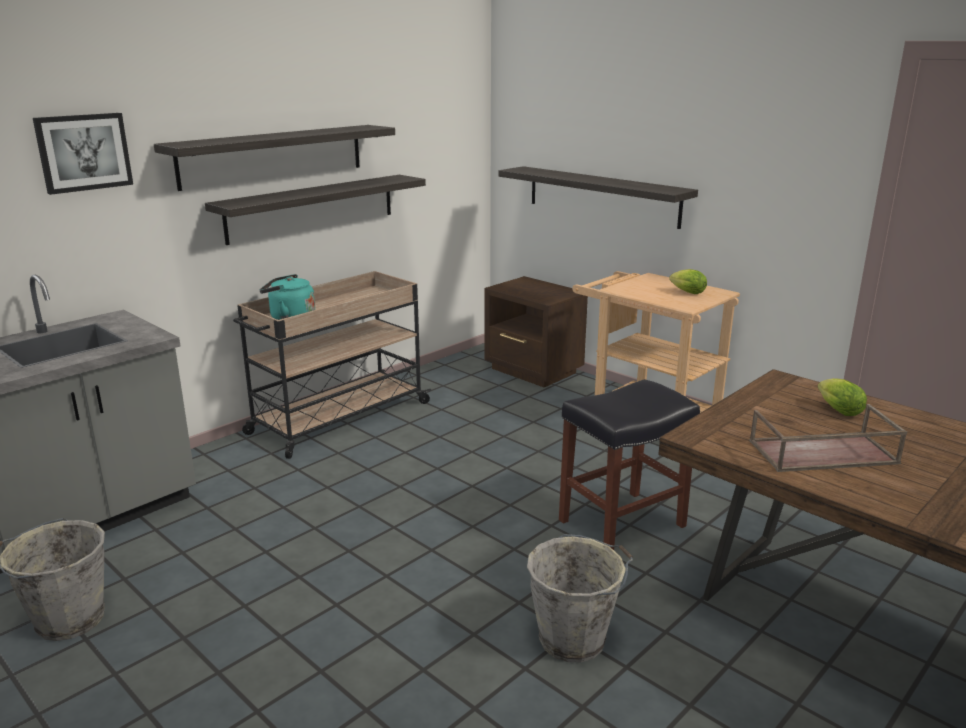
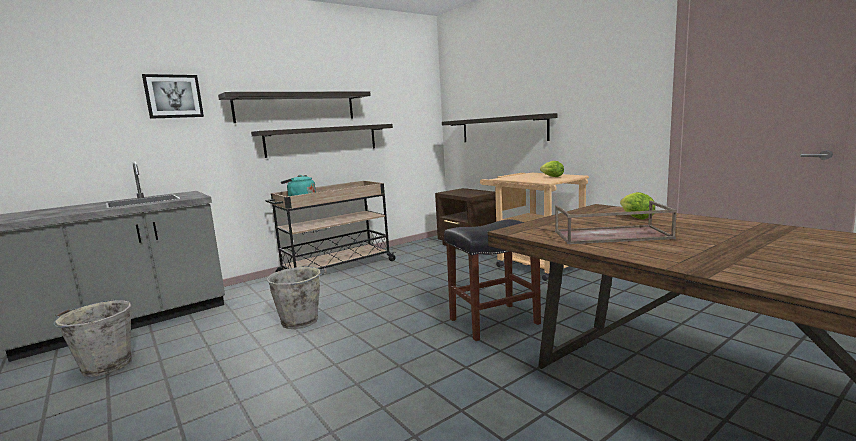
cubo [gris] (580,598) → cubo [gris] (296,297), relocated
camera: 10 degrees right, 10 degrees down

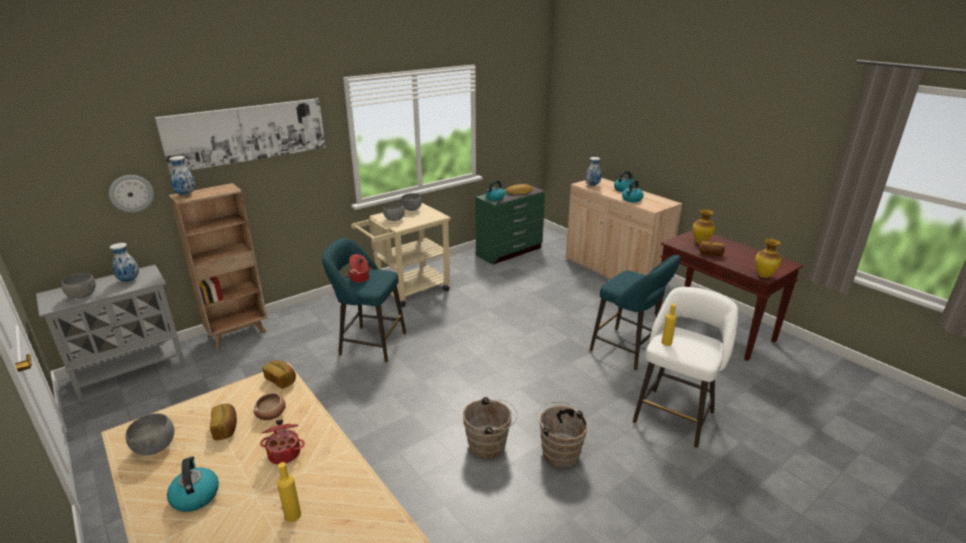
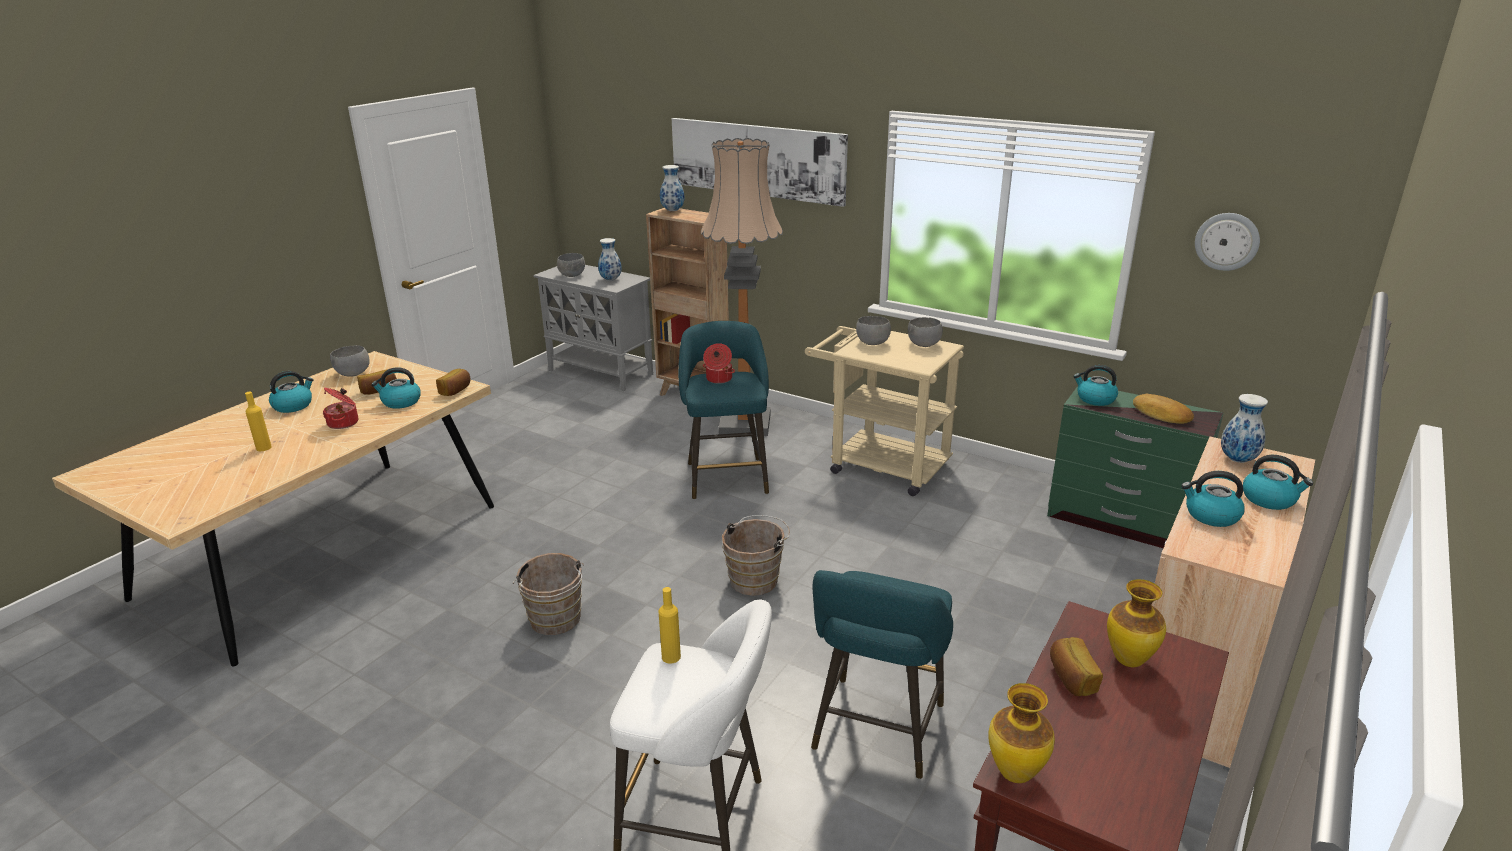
cuenco (270,406) → hervidor (396,388)
- → lámpara de pie (742,287)
cubo [marrón] (562,435) → cubo [marrón] (756,555), relocated
reloj de pared (131,194) → reloj de pared (1227,242), relocated
camera: 70 degrees right, 0 degrees up

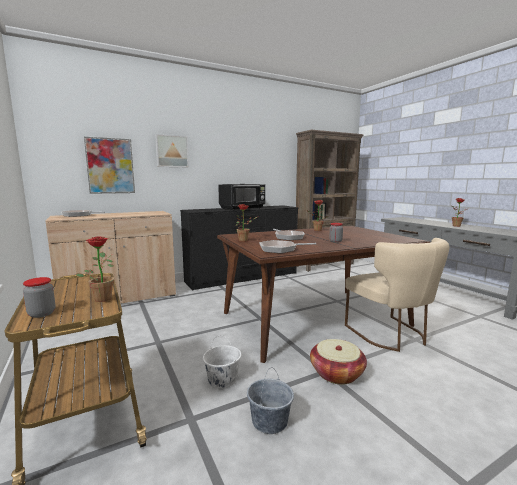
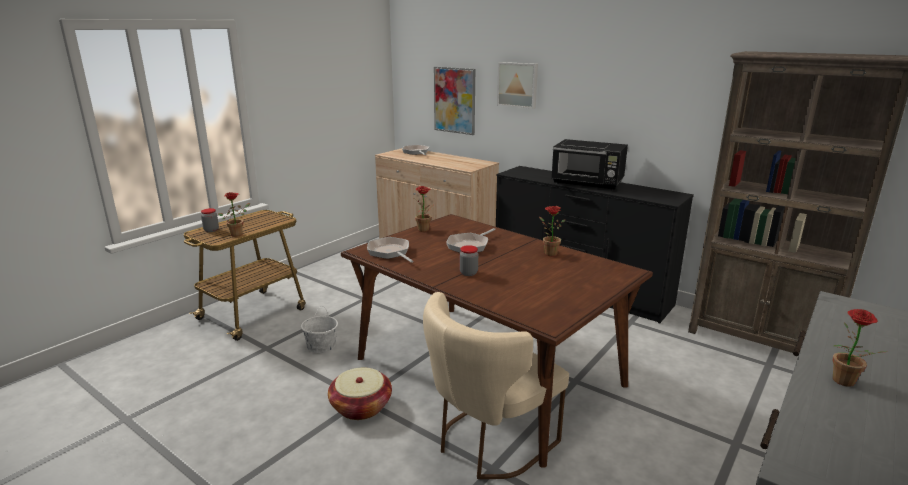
cubo [gris] (270,401) → -
camera: 65 degrees right, 10 degrees up

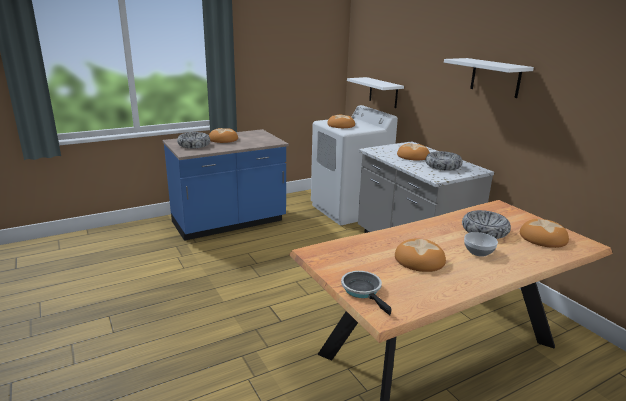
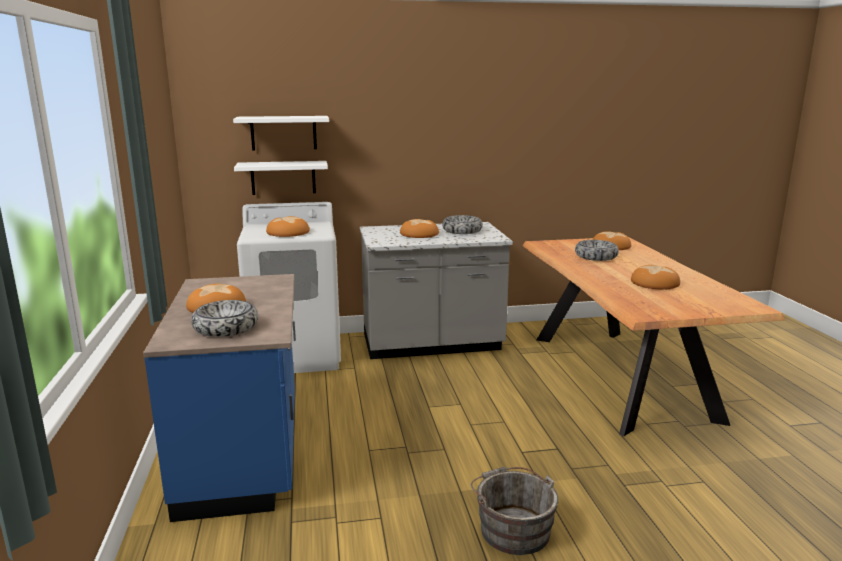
estante [blanco] (489,78) → estante [blanco] (281,133), relocated
- → cubo [gris] (514,511)
sartén (366,293) → -
cuenco (481,244) → -
camera: 70 degrees left, 5 degrees down

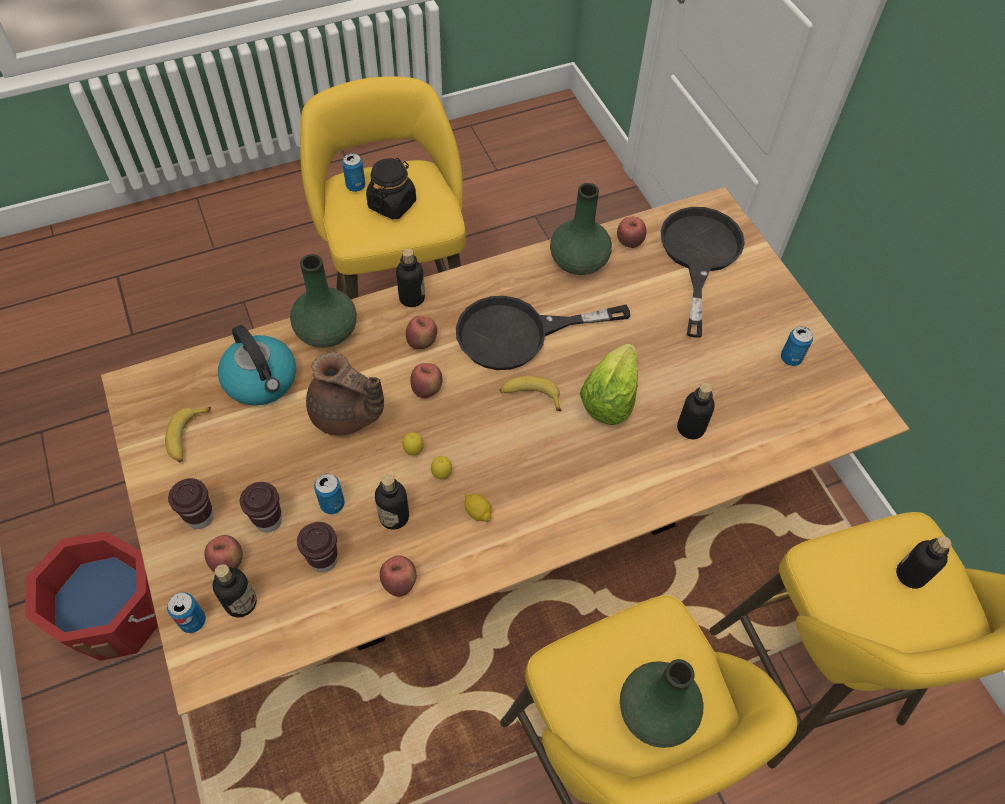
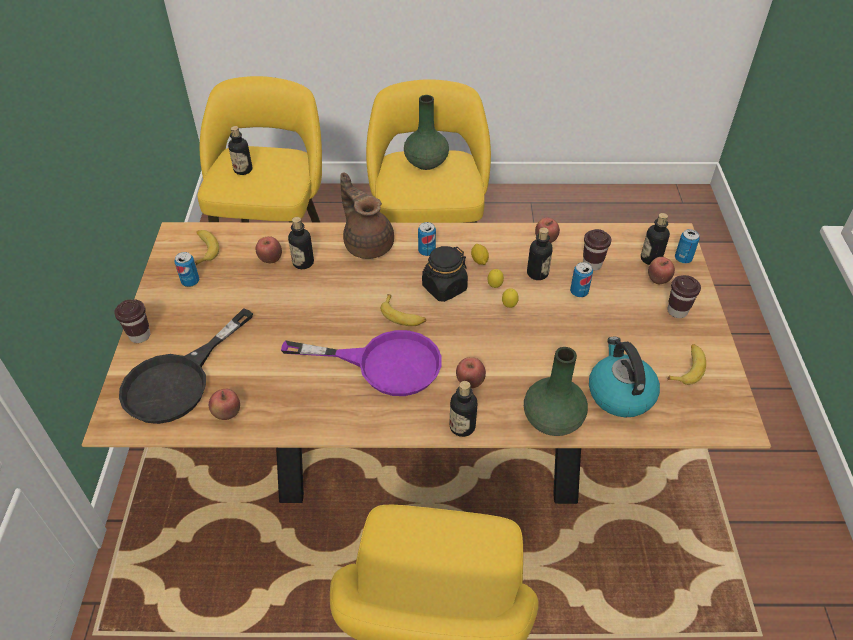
taza [marrón] (261,507) → taza [marrón] (132,321), relocated
- → plátano (207,247)
manzana (426,380) → manzana (269,249), relocated
sartén [negro] (543,333) → sartén [morado] (361,363)
tetera [marrón] (345,394) → tetera [marrón] (367,215), relocated
lata (353,172) → lata (427,239), relocated
tarro [negro] (391,188) → tarro [negro] (445,274), relocated
cubo [rojo] (91,596) → -
florero [verde] (581,229) → -
lechuga (608,384) → -
camera: 155 degrees left, 10 degrees down

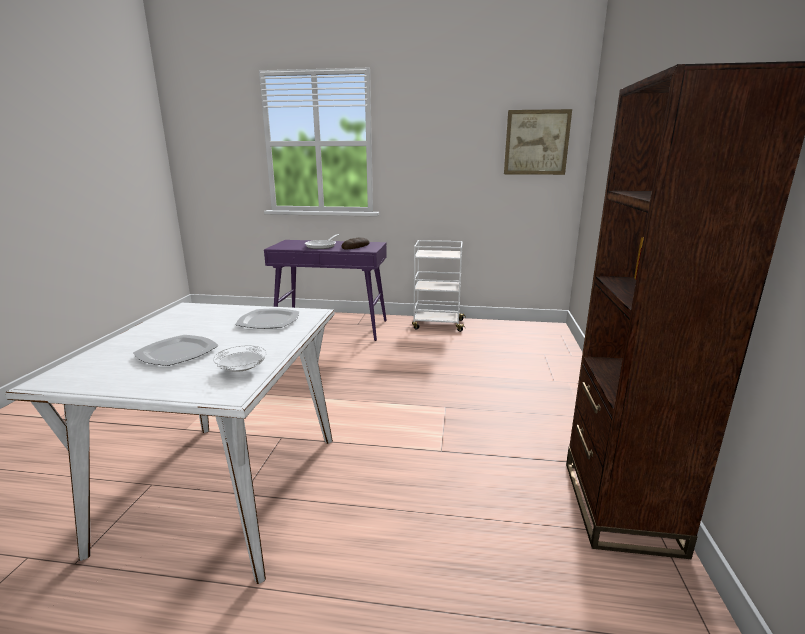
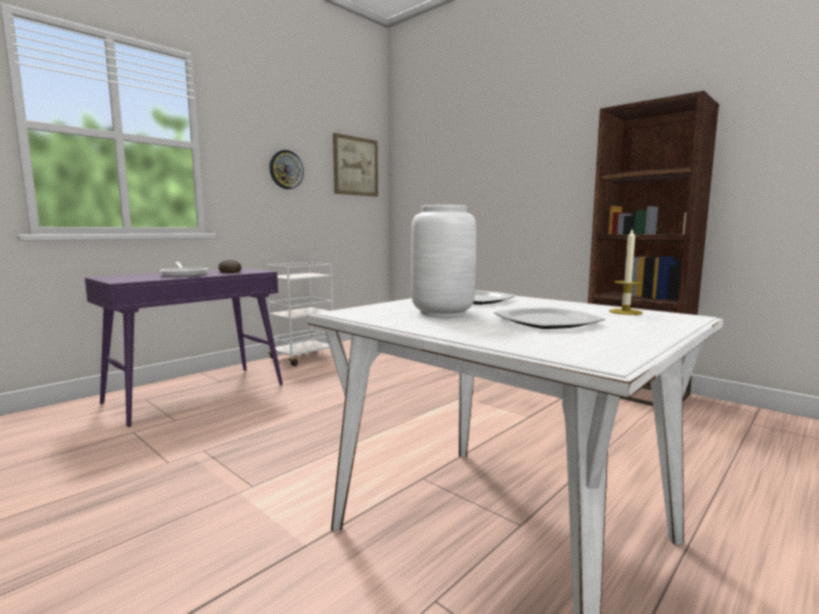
- → reloj de pared (286,169)
- → florero [blanco] (443,261)
plato [blanco] (240,358) → vela (626,272)
camera: 55 degrees left, 10 degrees down

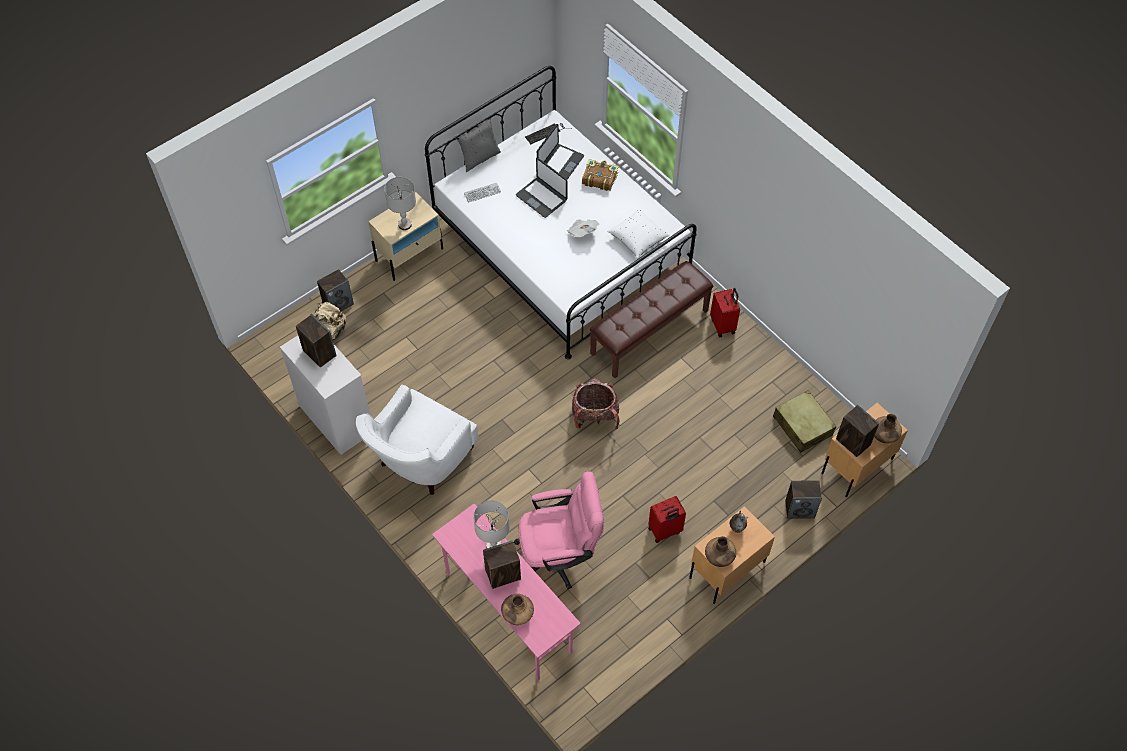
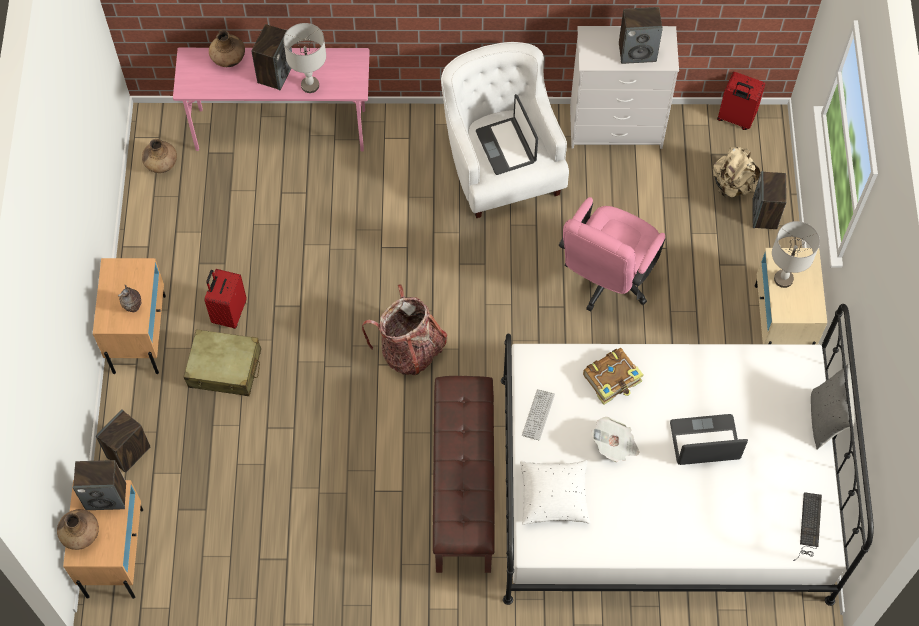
florero [marrón] (720,551) → florero [marrón] (159,156), relocated
maleta [beis] (804,421) → maleta [beis] (222,362), relocated
portátil (560,151) → portátil (507,134), relocated
teclado (482,193) → teclado (538,415), relocated
silla de oficina [rosa] (559,530) → silla de oficina [rosa] (612,254), relocated
libro (600,175) → libro (613,376), relocated
maleta [rojo] (725,312) → maleta [rojo] (741,101), relocated
camera: 130 degrees right, 5 degrees up

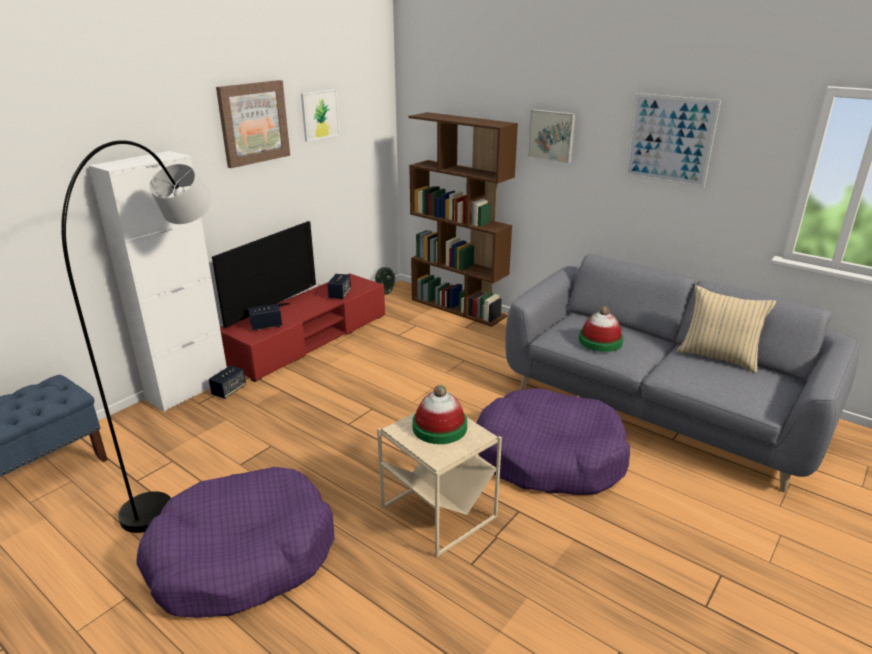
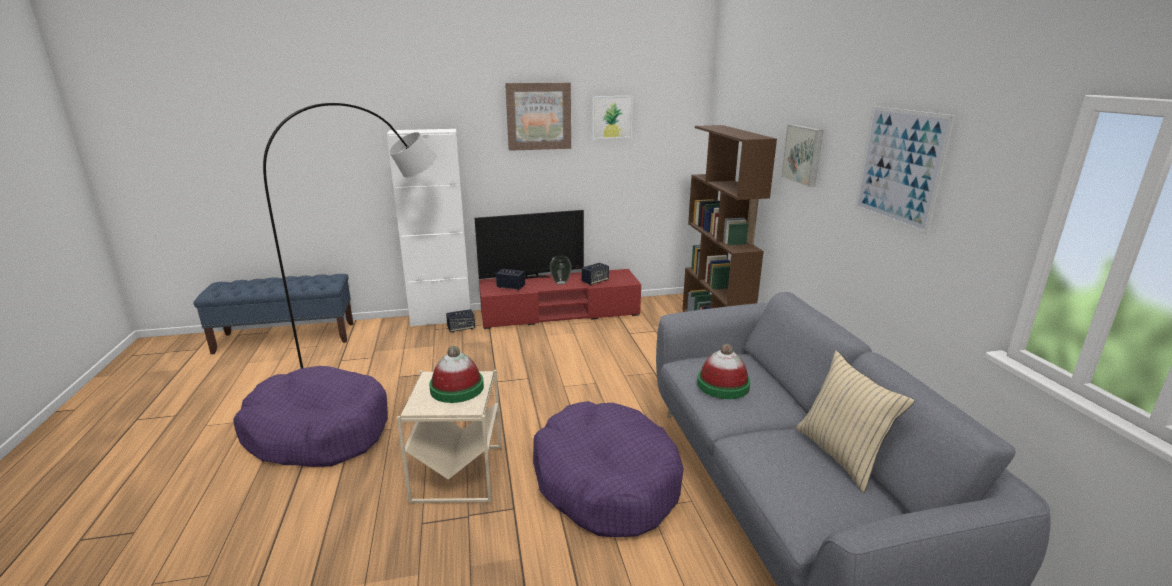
florero (385,281) → florero (561,270), relocated
camera: 40 degrees right, 5 degrees down

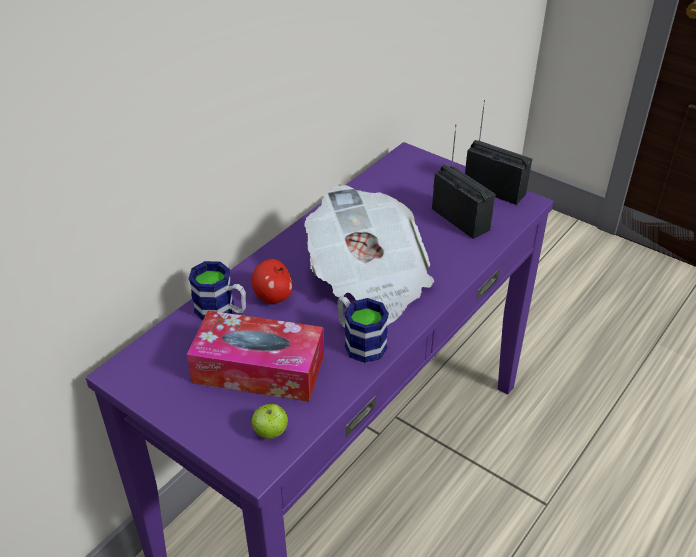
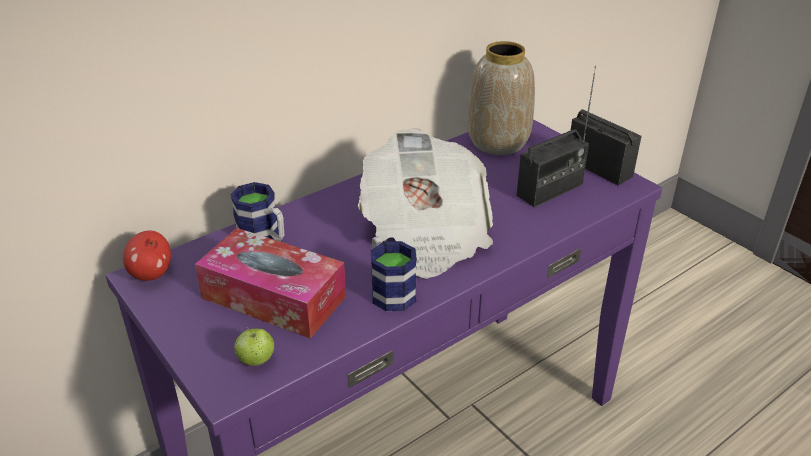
manzana (272,281) → manzana (147,256), relocated
- → florero (501,98)
radio (464,182) → radio (554,150), 75 degrees clockwise
camera: 15 degrees right, 5 degrees down

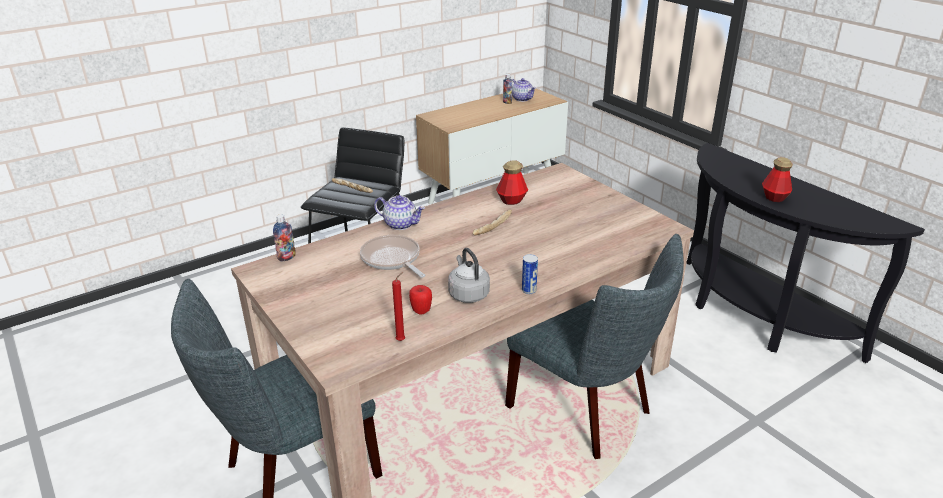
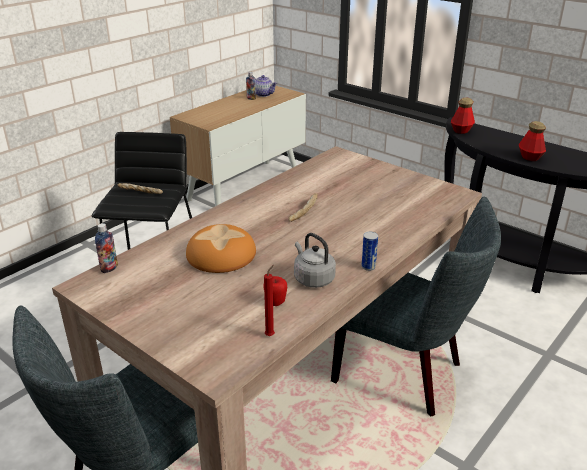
sartén (393,256) → pan (221,248)
botella (512,183) → botella (463,115), relocated
tetera (399,212) → -
camera: 15 degrees left, 0 degrees up

